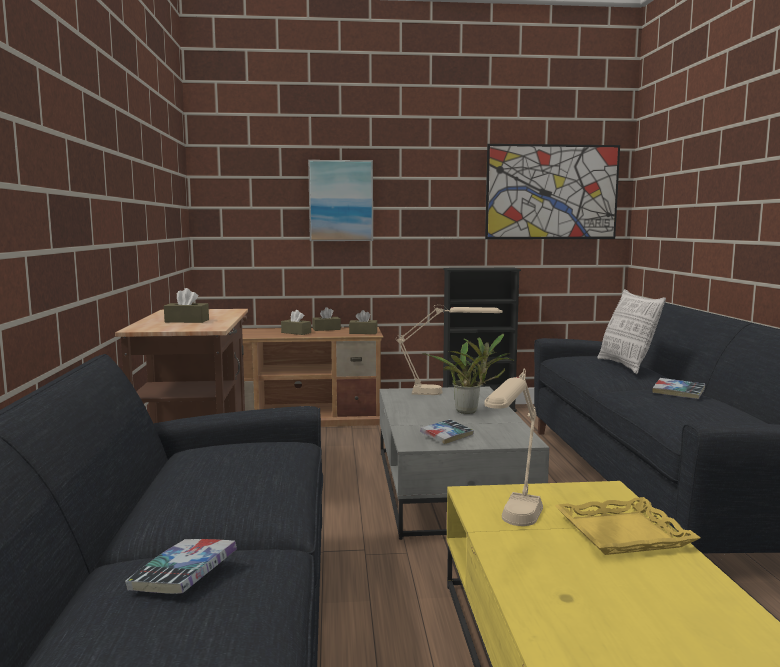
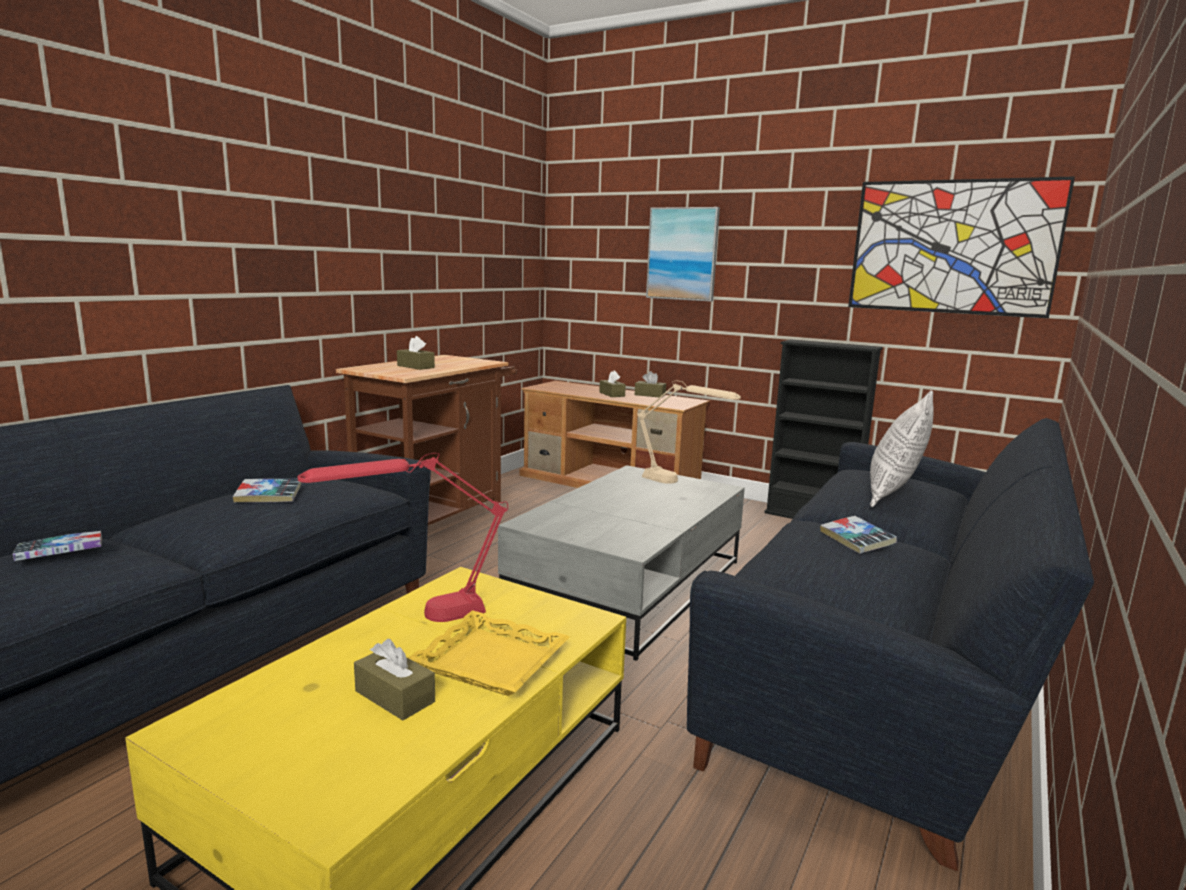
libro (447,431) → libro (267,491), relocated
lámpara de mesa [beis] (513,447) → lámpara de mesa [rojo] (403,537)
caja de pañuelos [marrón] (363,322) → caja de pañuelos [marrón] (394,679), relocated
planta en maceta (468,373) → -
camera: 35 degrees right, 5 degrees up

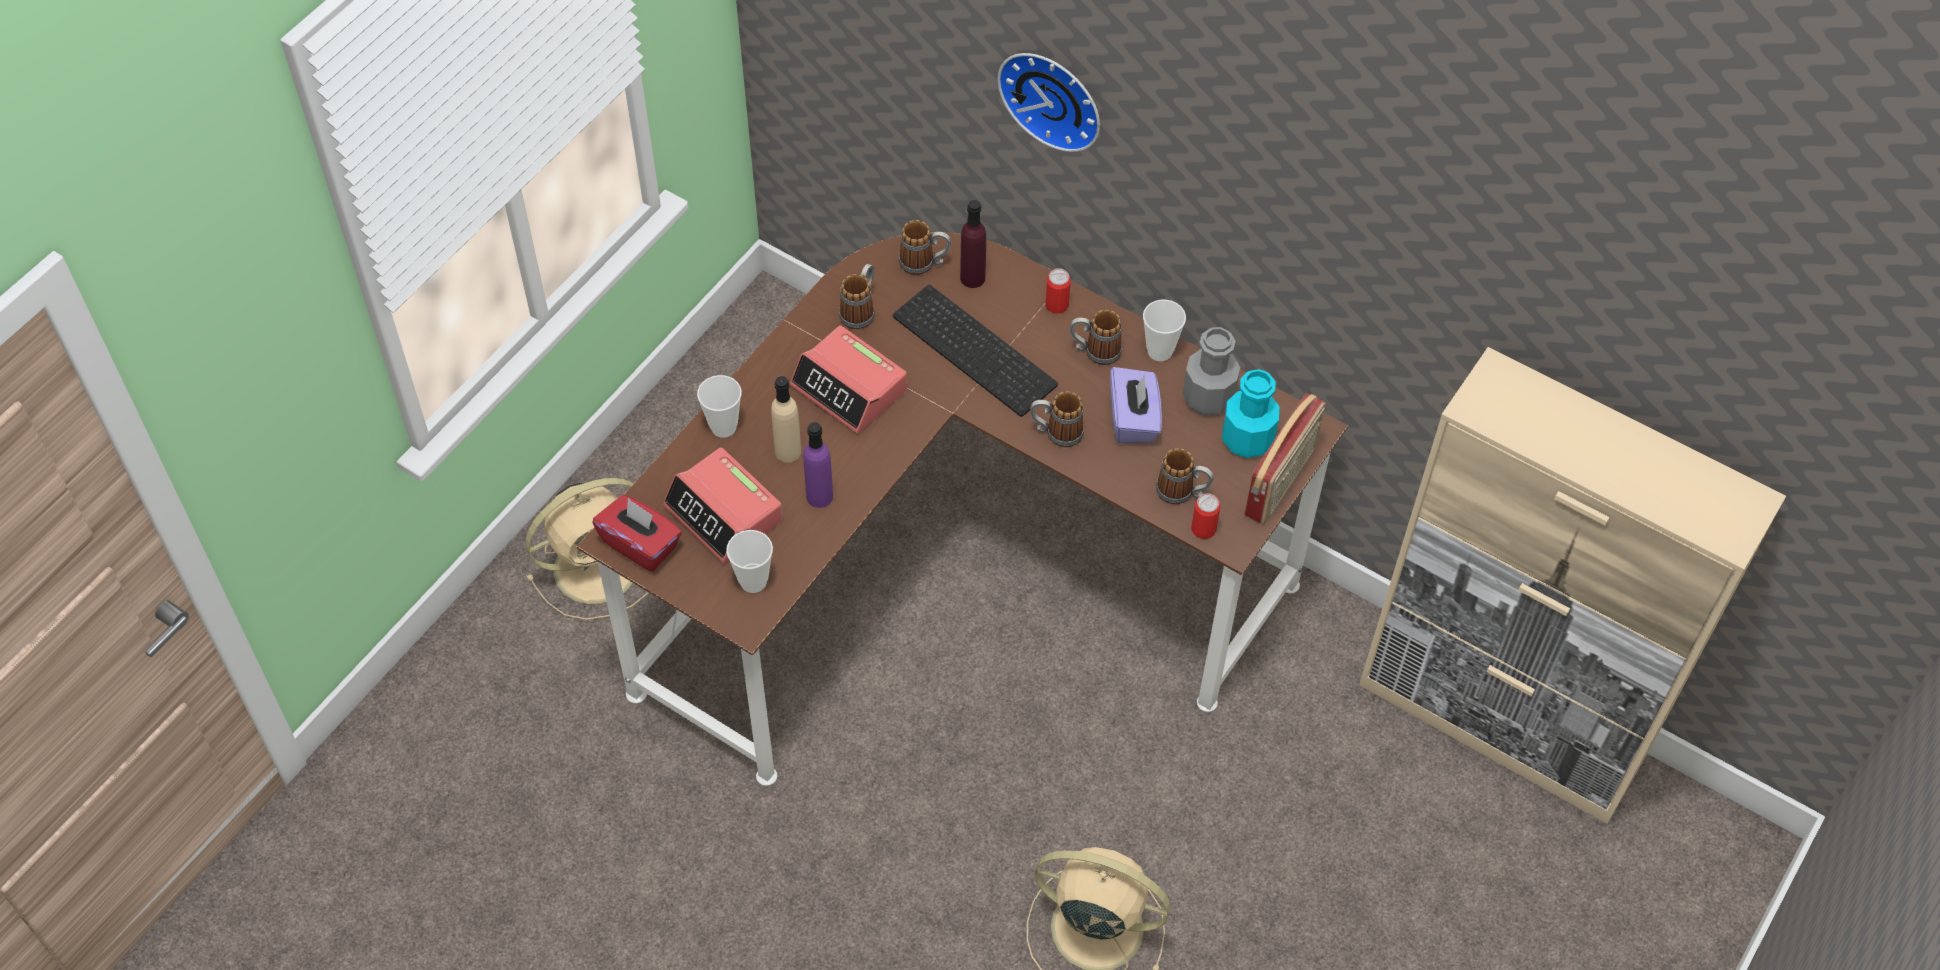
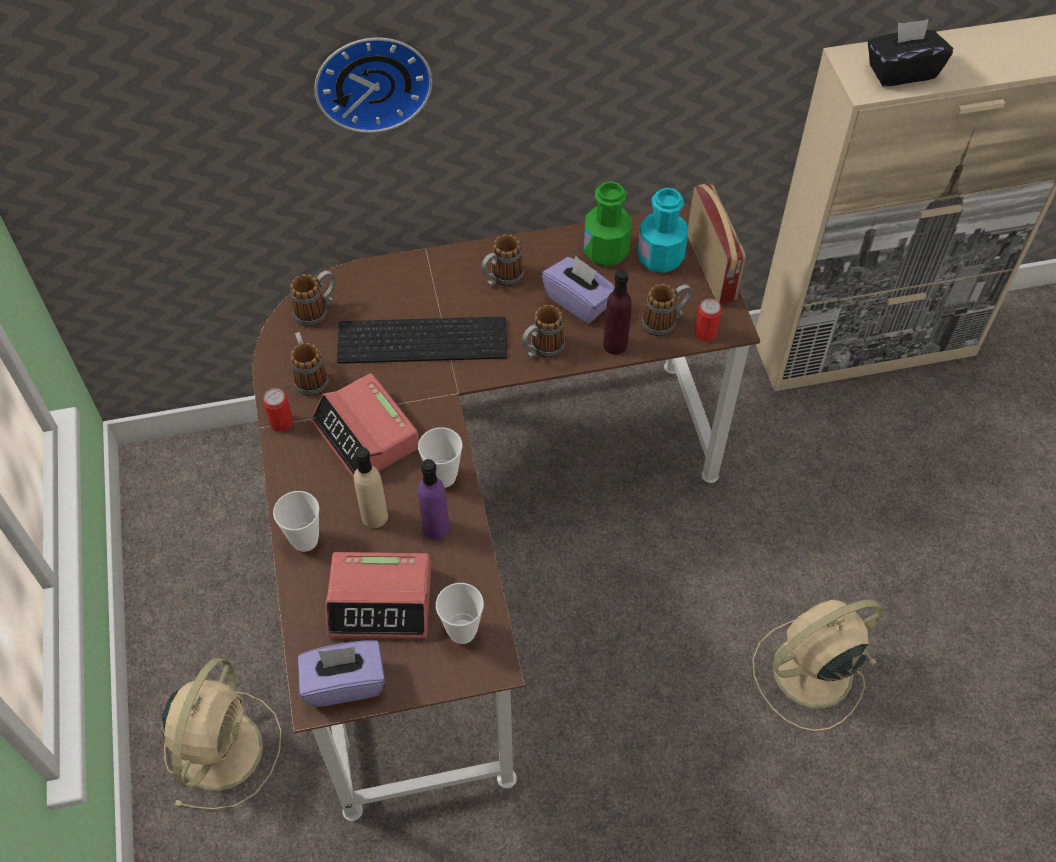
lata (1058,291) → lata (278,410), relocated
caja de pañuelos [rojo] (637,533) → caja de pañuelos [morado] (341,673)
despertador (848,379) → despertador (365,426), 60 degrees clockwise
taza (1164,330) → taza (440,457), relocated
botella [gris] (1211,371) → botella [verde] (608,224)
botella [morado] (973,244) → botella [morado] (617,312), relocated
- → caja de pañuelos [negro] (910,53)
camera: 45 degrees left, 0 degrees up

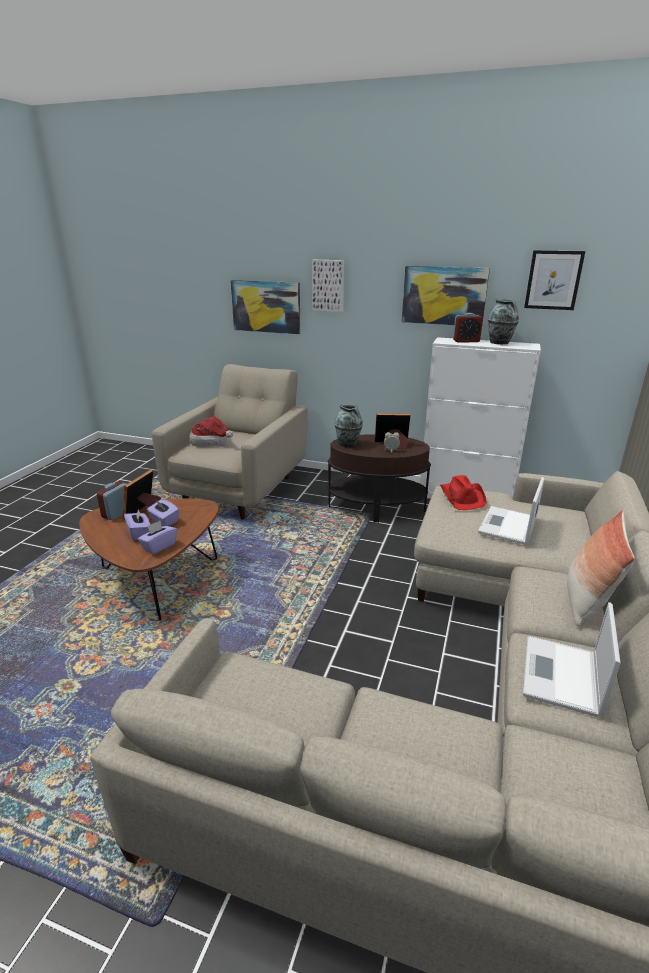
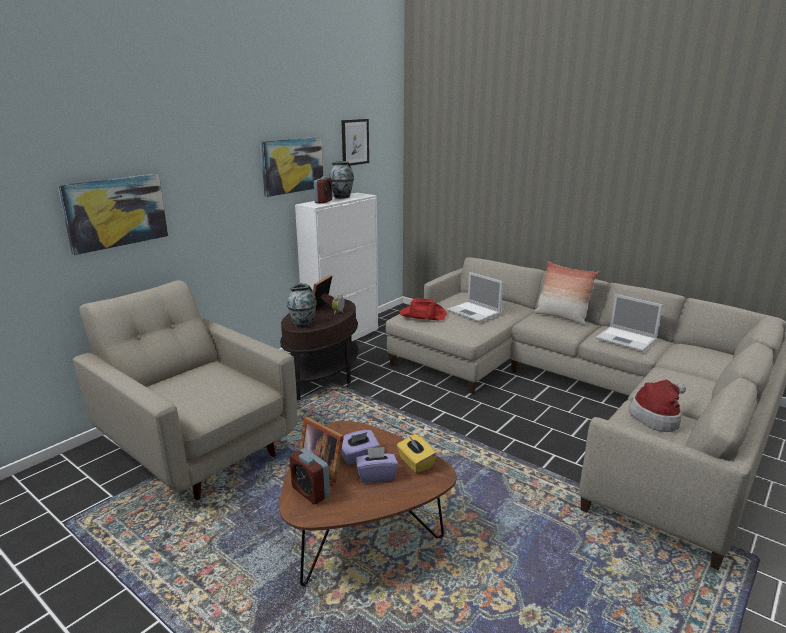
caja de pañuelos [morado] (157,538) → caja de pañuelos [amarillo] (416,453)
sombrero (211,431) → sombrero (657,406), relocated
cuadro (328,286) → -
camera: 70 degrees left, 5 degrees down

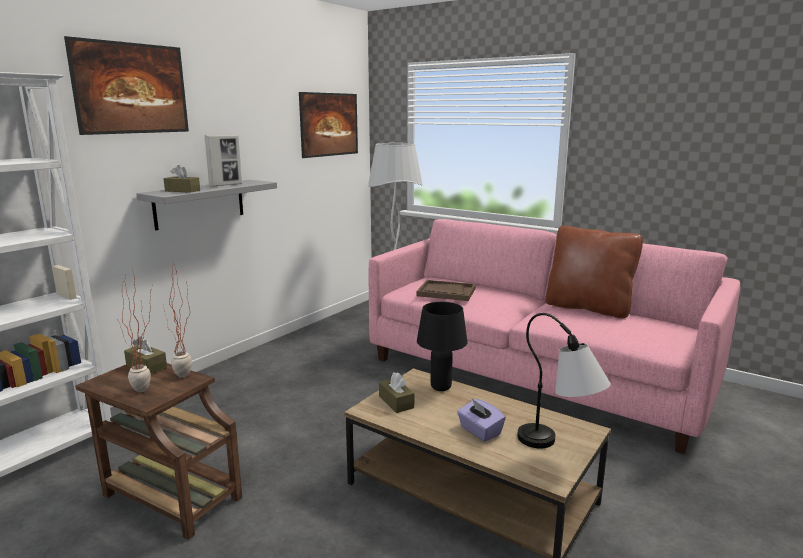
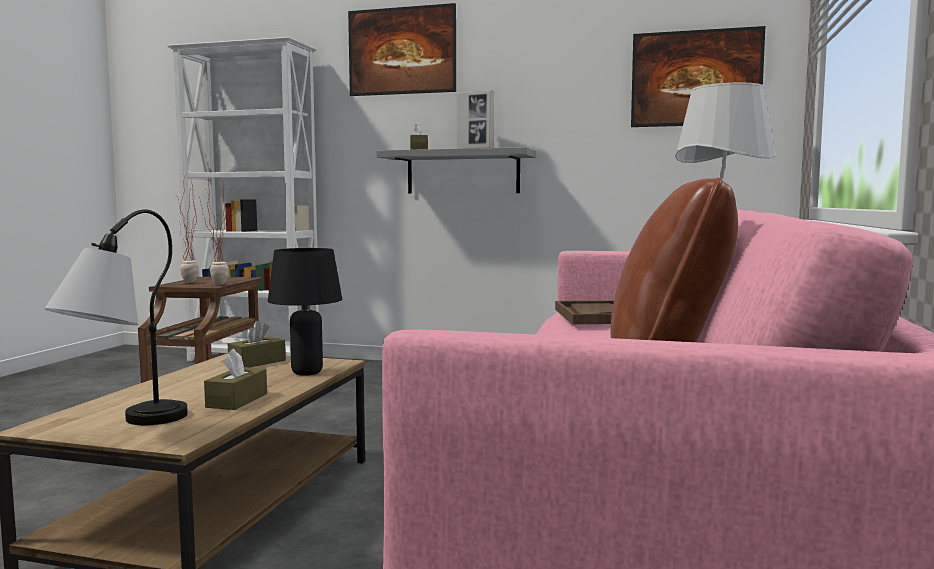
caja de pañuelos [marrón] (145,355) → caja de pañuelos [marrón] (235,379), relocated
caja de pañuelos [morado] (481,420) → -
camera: 70 degrees right, 10 degrees down

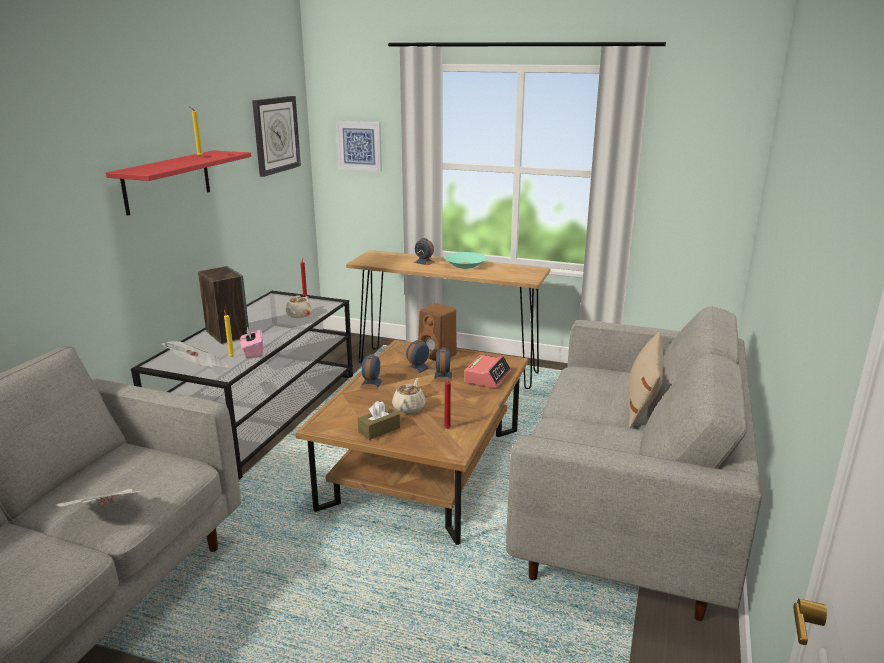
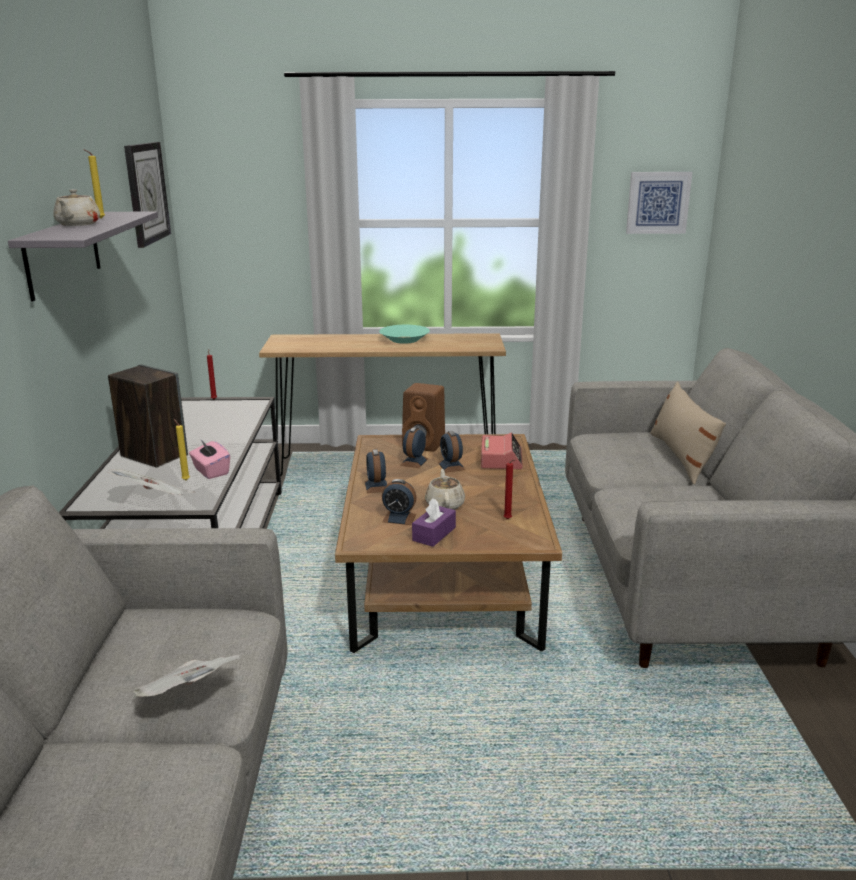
estante [rojo] (178,183) → estante [gris] (83,257)
tetera [beis] (299,306) → tetera [beis] (76,207), relocated
despertador (424,251) → despertador (399,502), relocated
caja de pañuelos [marrón] (379,420) → caja de pañuelos [morado] (434,523)
cuadro (359,146) → cuadro (659,203), relocated
camera: 20 degrees left, 0 degrees up

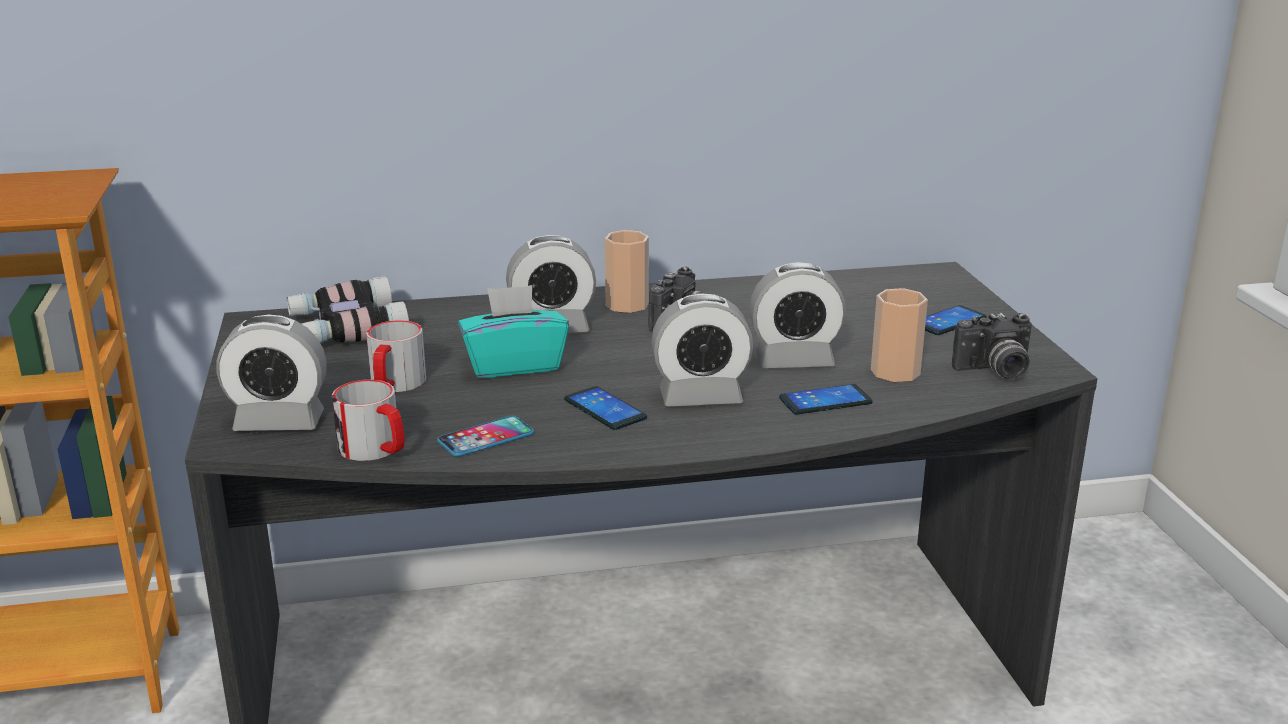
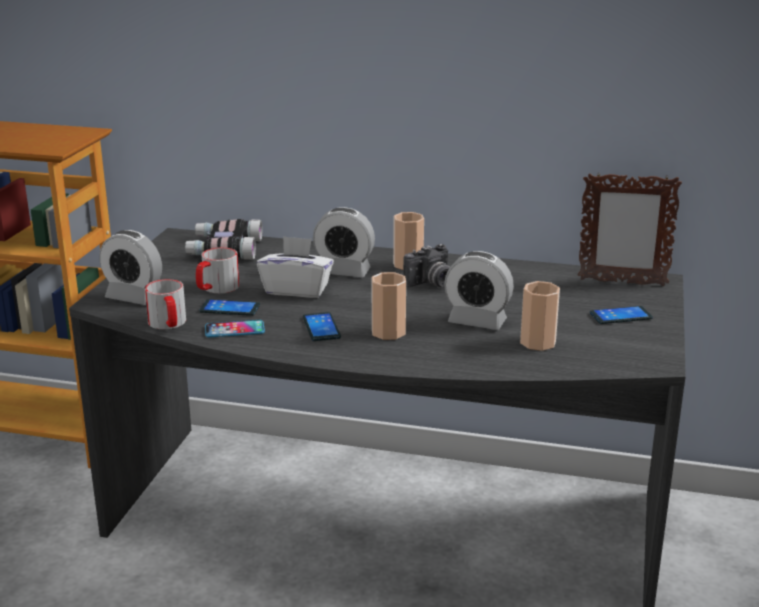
móvil (826,399) → móvil (229,307), relocated
caja de pañuelos [turquesa] (513,331) → caja de pañuelos [blanco] (295,267)
despertador (702,349) → taza (389,306)
- → portarretratos (630,229)
cámara (992,346) → -
camera: 25 degrees right, 0 degrees up

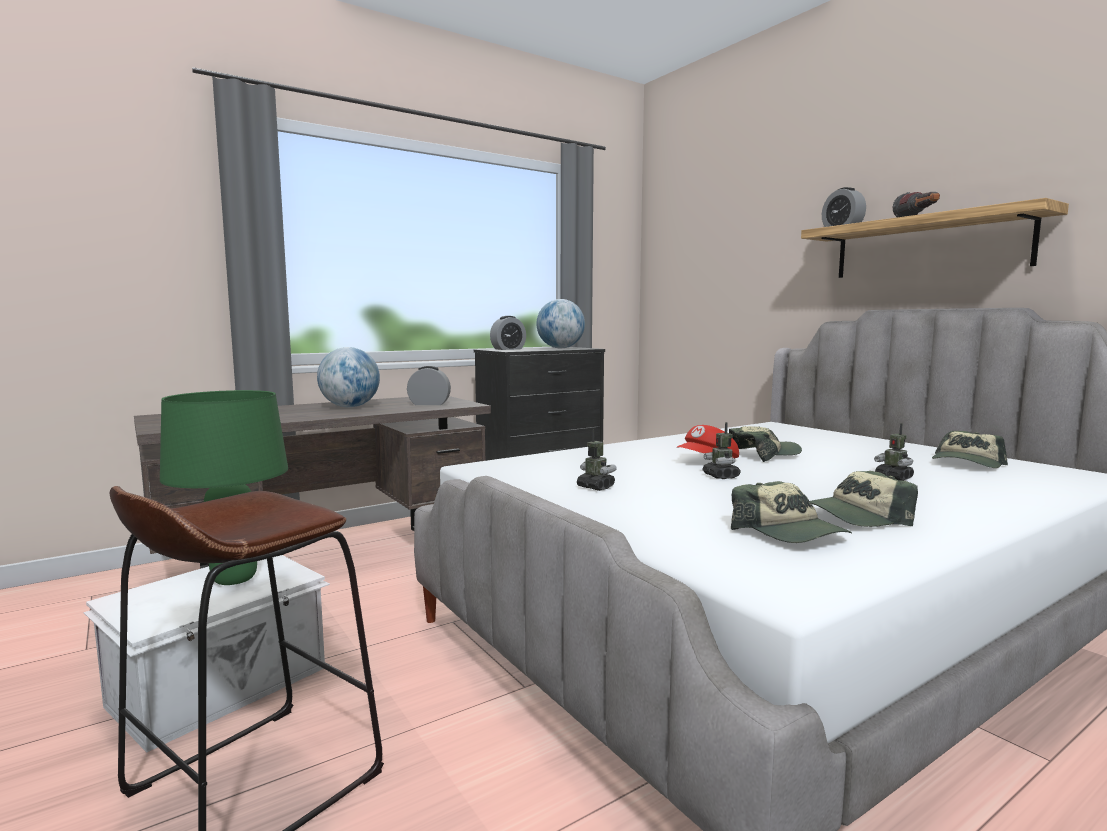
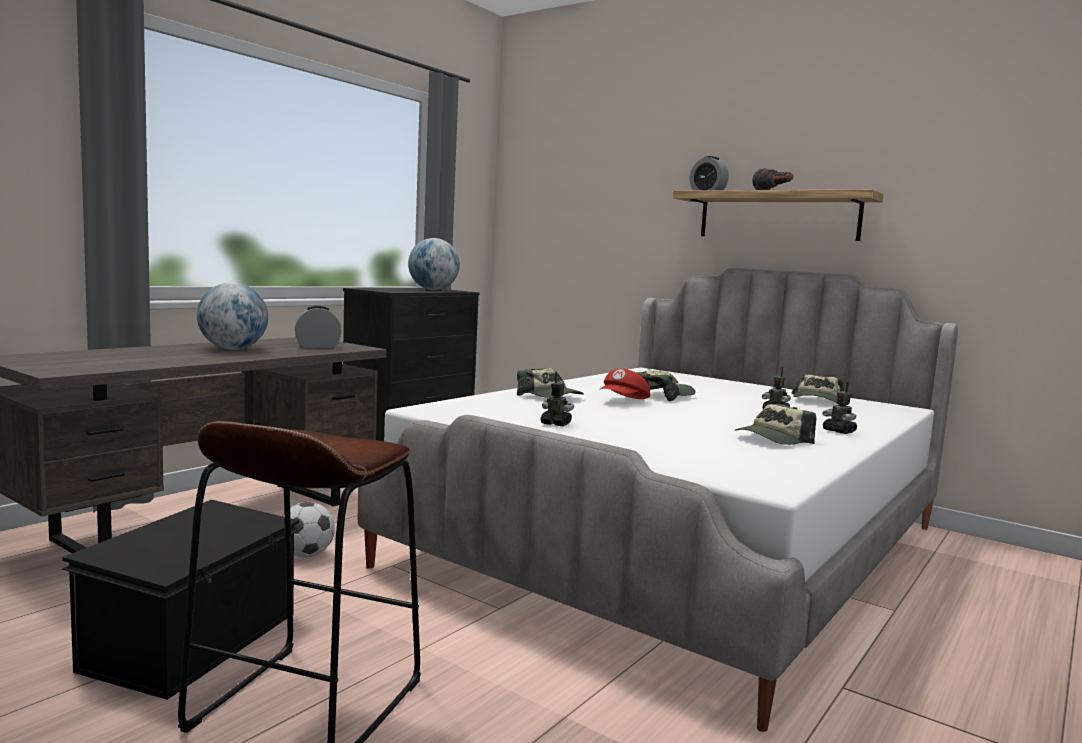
caja de almacenaje [blanco] (206,653) → caja de almacenaje [negro] (183,600)
- → balón de fútbol (309,530)
gorra (791,512) → gorra (550,383), relocated
robot de juguete (721,450) → robot de juguete (840,408), relocated
lámpara de mesa [verde] (224,487) → -
despertador (508,333) → -
camera: 20 degrees left, 0 degrees up

